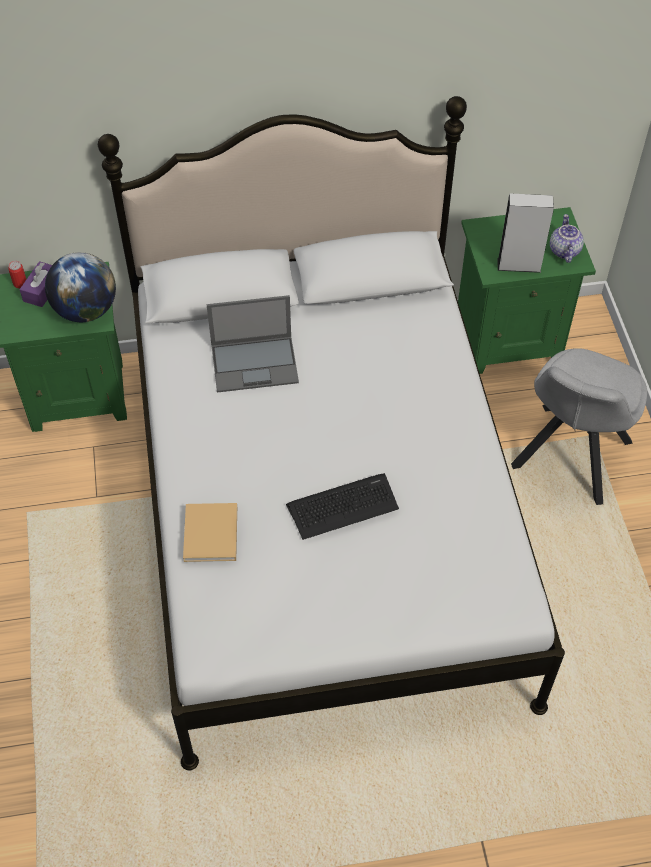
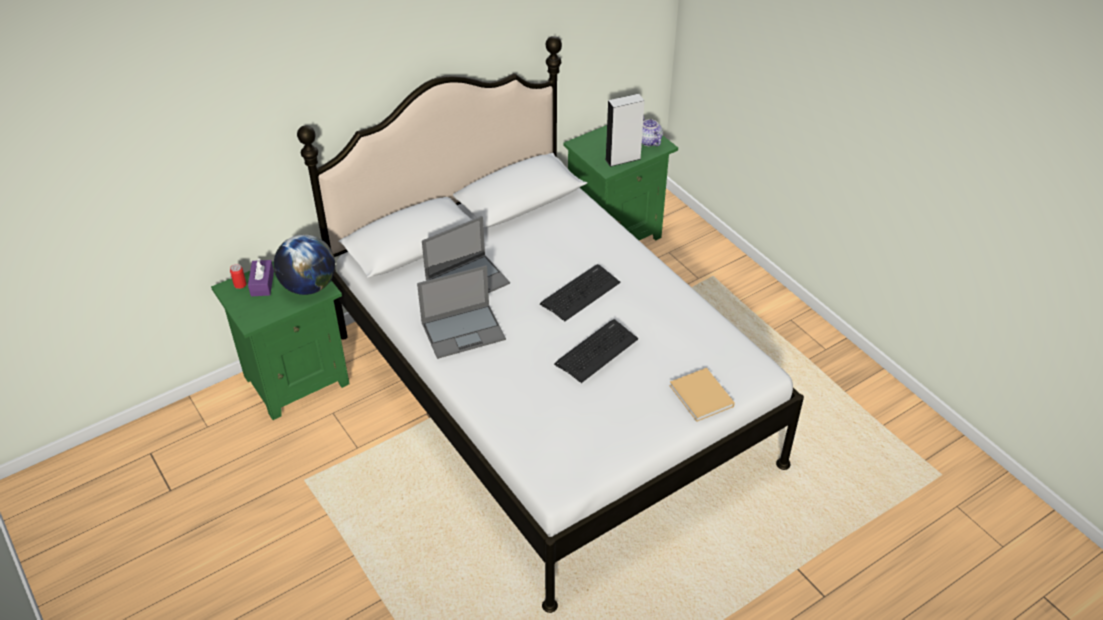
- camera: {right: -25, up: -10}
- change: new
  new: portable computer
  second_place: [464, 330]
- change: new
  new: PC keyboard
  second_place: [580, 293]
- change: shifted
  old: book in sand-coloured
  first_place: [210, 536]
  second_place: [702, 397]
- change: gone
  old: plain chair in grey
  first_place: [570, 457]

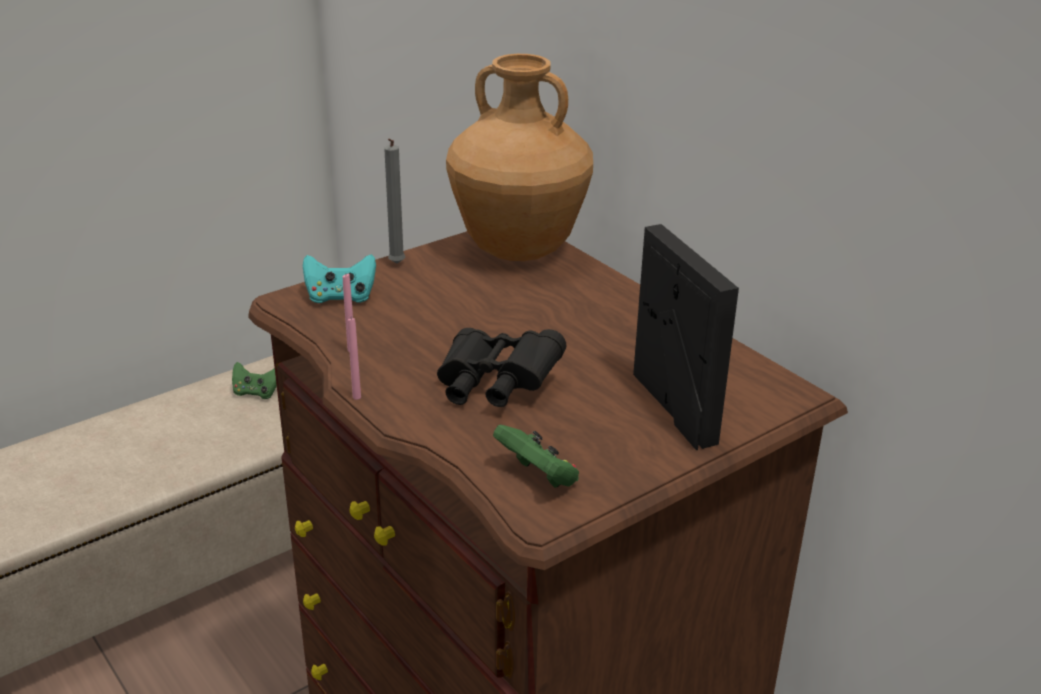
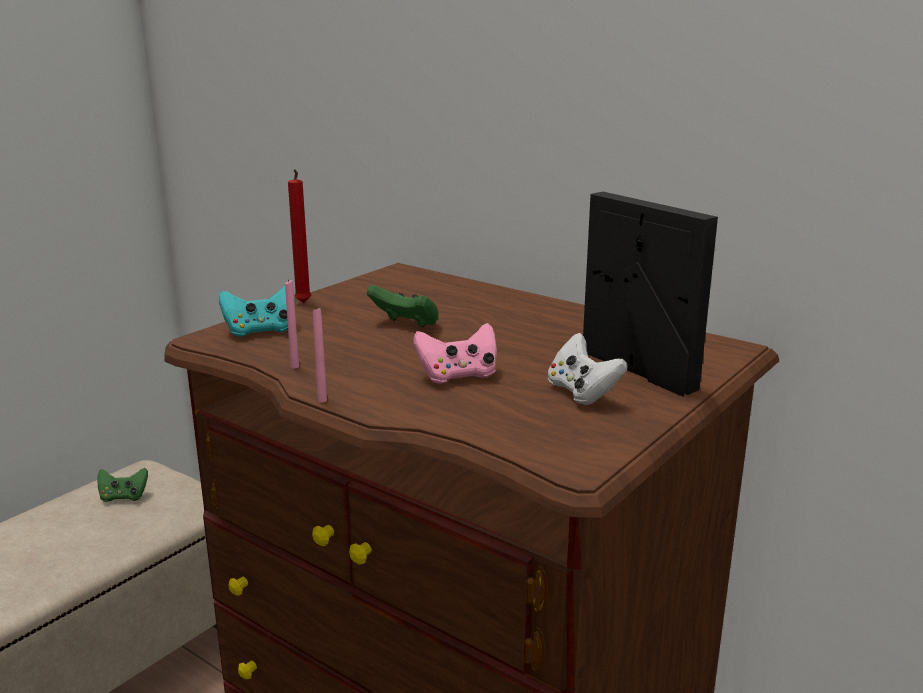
- camera: {right: -15, up: -10}
- change: repainted
  old: candle in grey
  new: candle in red-coloured
  first_place: [396, 265]
  second_place: [303, 304]
- change: shifted
  old: joypad in green
  first_place: [538, 477]
  second_place: [406, 324]
- change: swapped
  old: pair of binoculars in blackish
  new: joypad in pinkish
  first_place: [494, 386]
  second_place: [458, 376]
- change: new
  new: joypad in white-coloured
  second_place: [582, 393]
- change: gone
  old: vase in brown
  first_place: [517, 250]

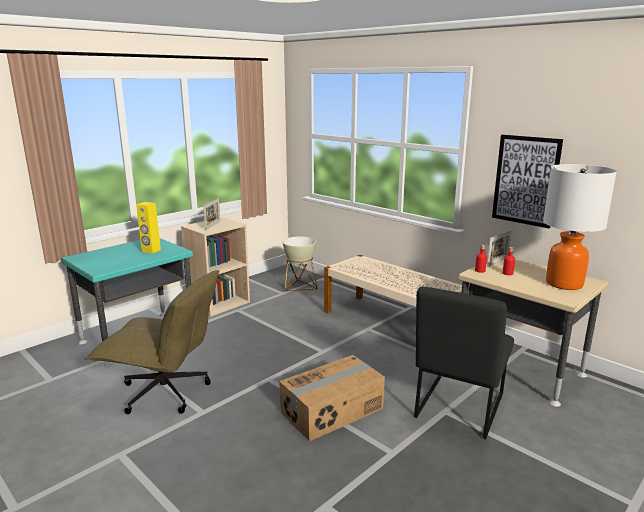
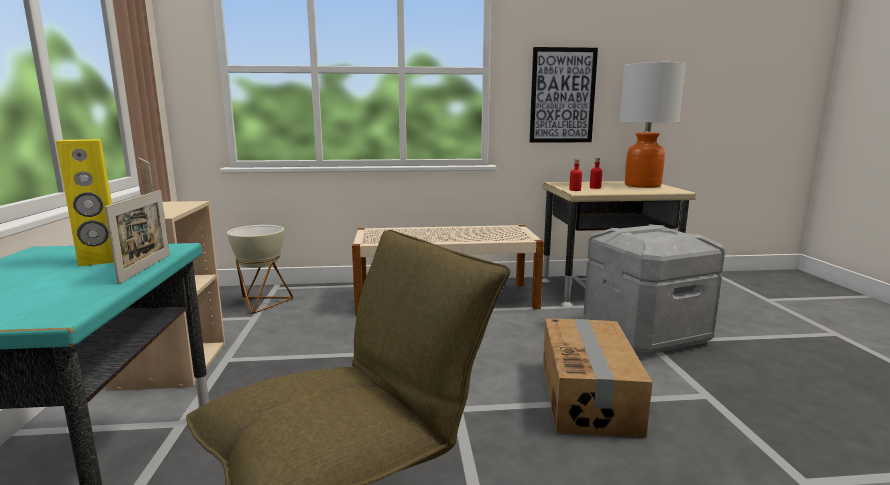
- camera: {right: -50, up: -5}
- change: shifted
  old: photo frame
  first_place: [497, 262]
  second_place: [146, 268]
- change: swapped
  old: plain chair in blackish
  new: storage container in grey
  first_place: [458, 406]
  second_place: [644, 333]

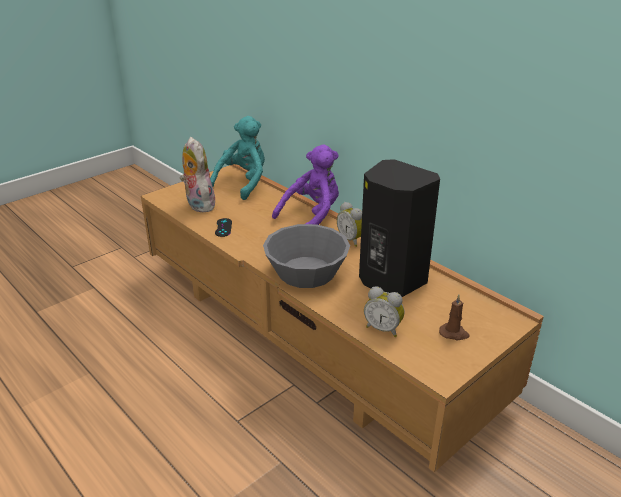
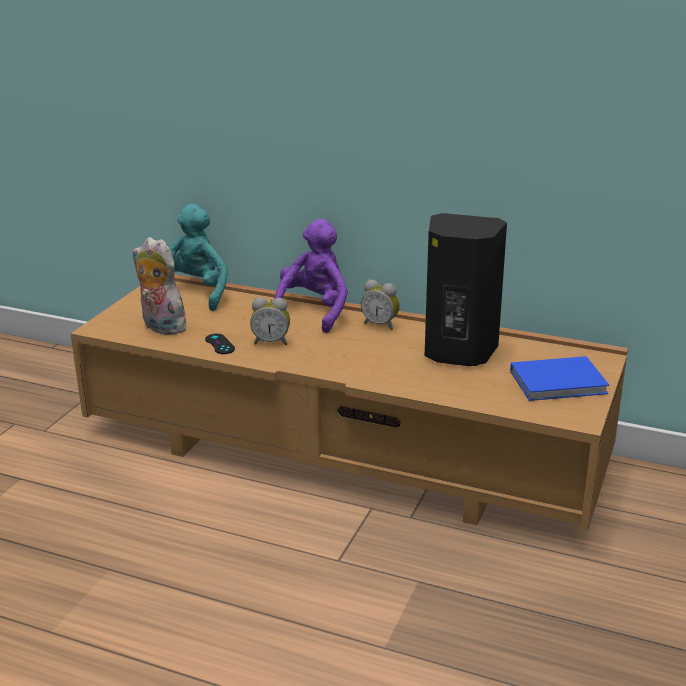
- camera: {right: -25, up: -5}
- change: shifted
  old: table clock
  first_place: [383, 329]
  second_place: [271, 342]
- change: swapped
  old: candle in brown
  new: book in blue
  first_place: [454, 333]
  second_place: [560, 383]
- change: gone
  old: bowl in grey
  first_place: [307, 271]

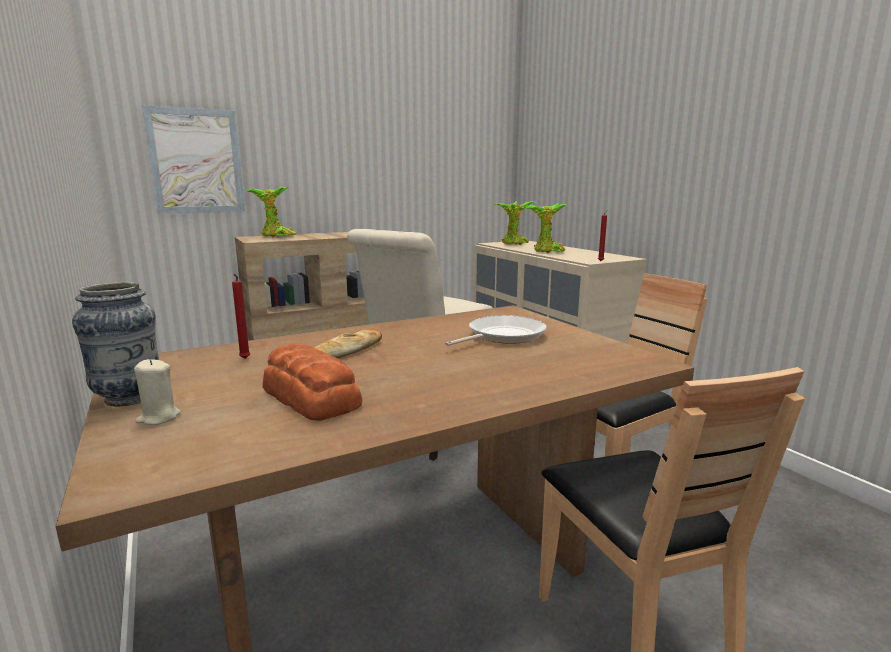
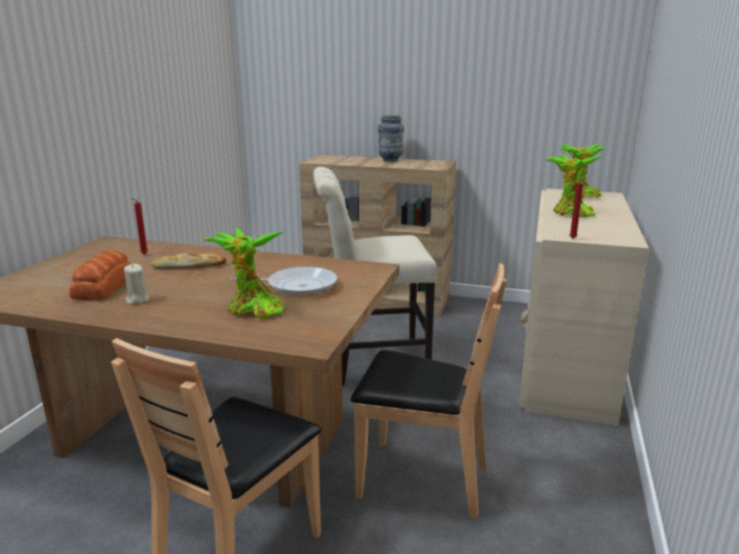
- camera: {right: 45, up: 5}
- change: shifted
  old: candle in sand-coloured
  first_place: [158, 418]
  second_place: [137, 300]
- change: shifted
  old: plant in a pot
  first_place: [276, 236]
  second_place: [252, 310]
- change: shifted
  old: vase
  first_place: [129, 398]
  second_place: [390, 160]
- change: gone
  old: wall picture
  first_place: [196, 161]

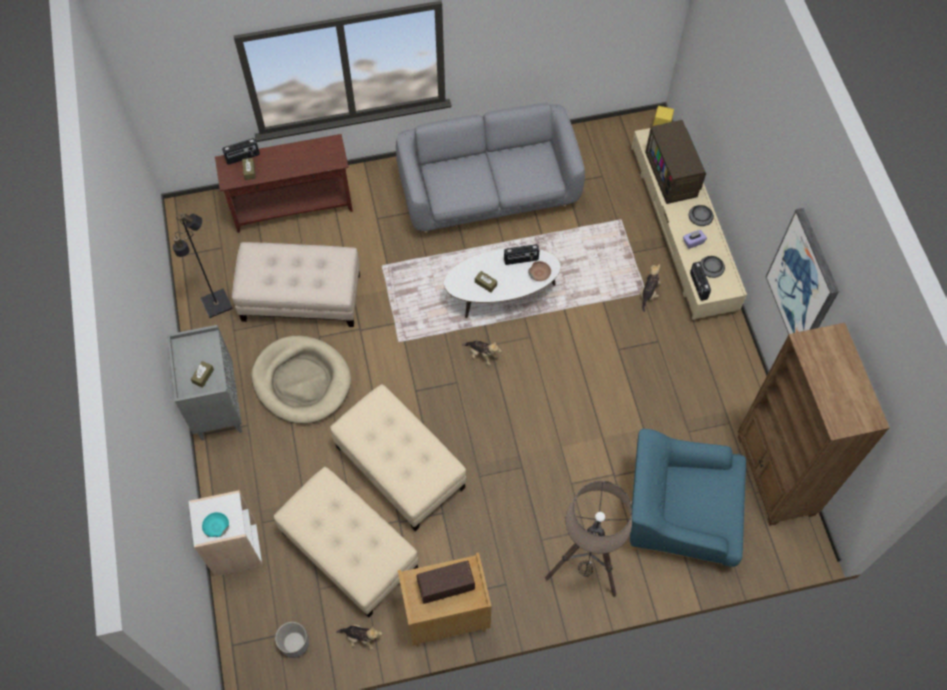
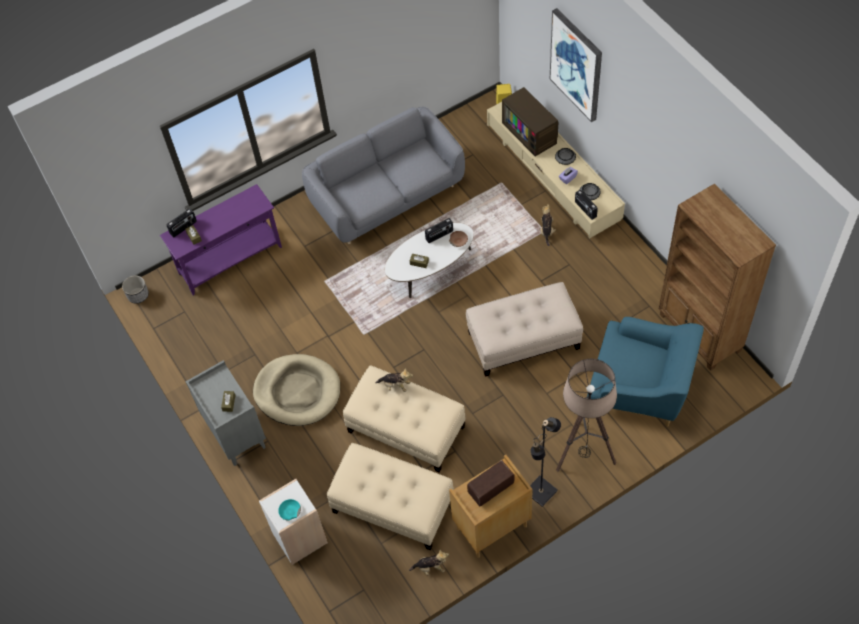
- camera: {right: -15, up: -5}
- change: shifted
  old: planter
  first_place: [294, 643]
  second_place: [138, 295]
- change: repainted
  old: hall table in brown
  new: hall table in purple
  first_place: [293, 206]
  second_place: [230, 259]
- change: shifted
  old: cuddly toy
  first_place: [481, 355]
  second_place: [395, 385]
- change: shifted
  old: ottoman in sand-coloured
  first_place: [301, 298]
  second_place: [523, 340]
- change: shifted
  old: standing lamp in blackish
  first_place: [216, 303]
  second_place: [540, 491]
- change: shifted
  old: wall picture
  first_place: [803, 282]
  second_place: [577, 64]
- change: rotated
  old: easy chair in blue
  first_place: [680, 514]
  second_place: [640, 386]
  degrees: -150

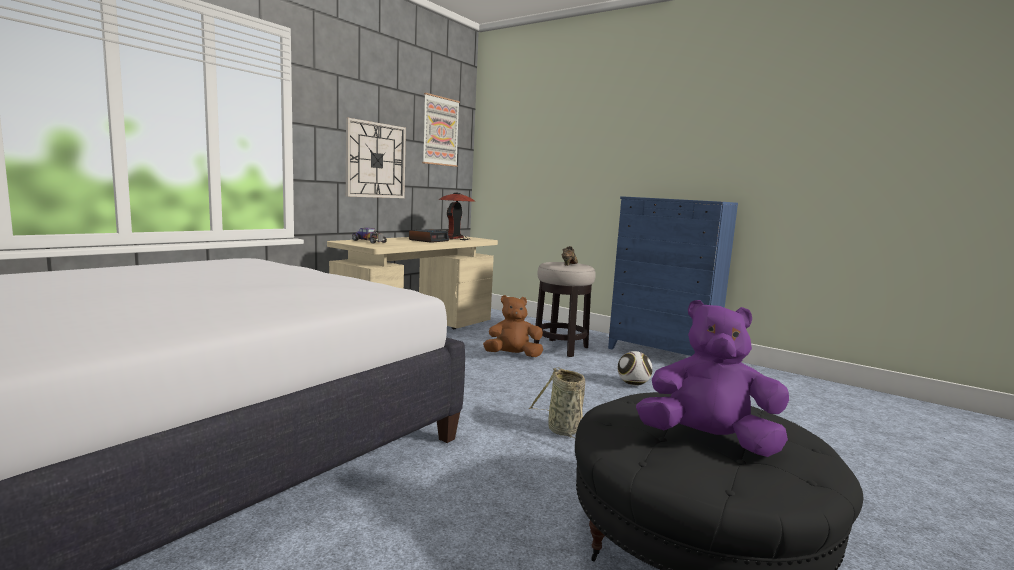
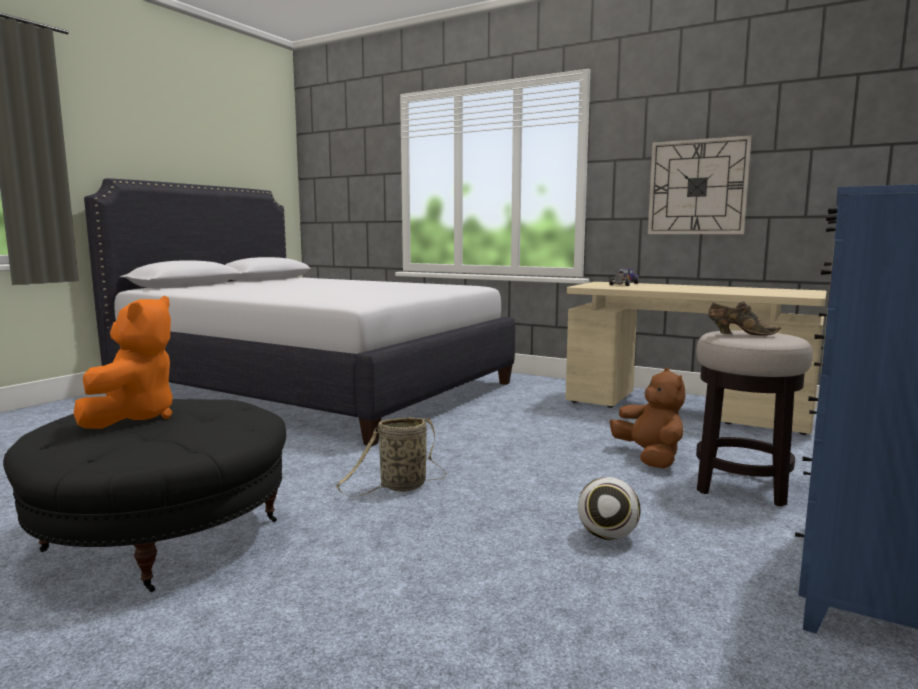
- camera: {right: 85, up: 0}
- change: repainted
  old: cuddly toy in purple
  new: cuddly toy in orange
  first_place: [708, 441]
  second_place: [134, 417]
- change: gone
  old: table clock
  first_place: [429, 240]
- change: gone
  old: wall picture
  first_place: [440, 131]
- change: gone
  old: table lamp
  first_place: [452, 238]

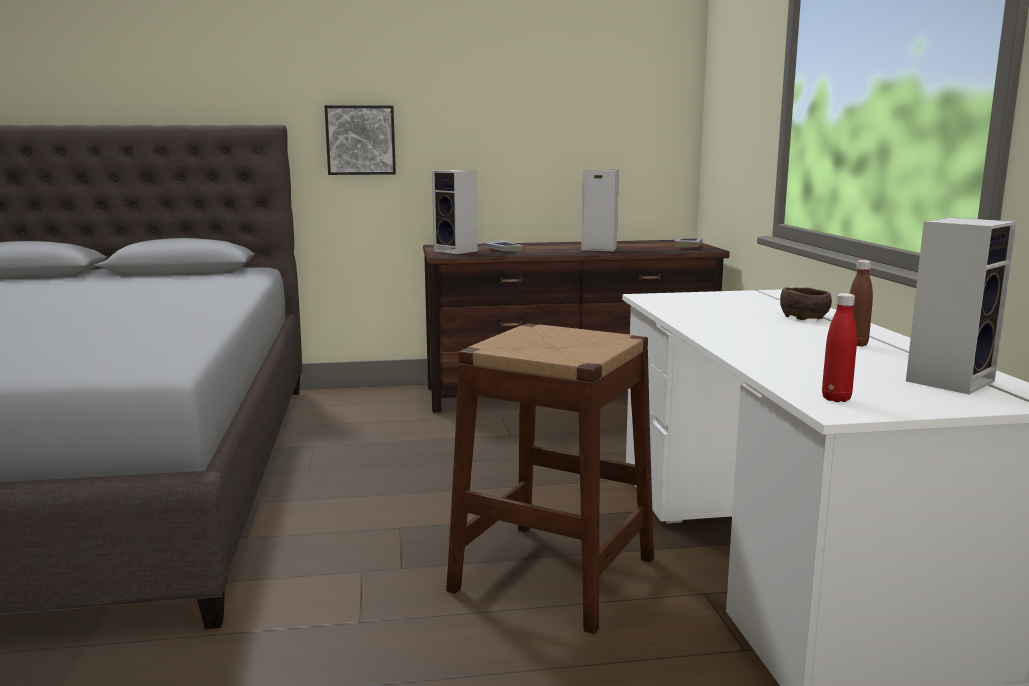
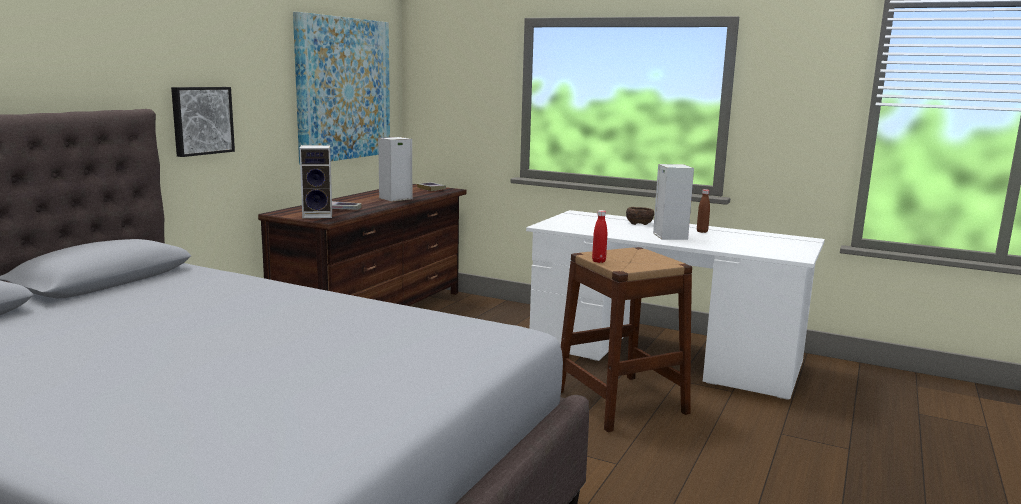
- camera: {right: -55, up: 0}
- change: new
  new: wall picture
  second_place: [344, 89]
- change: shifted
  old: drink bottle in red-coloured
  first_place: [836, 399]
  second_place: [598, 261]
- change: shifted
  old: audio speaker
  first_place: [949, 380]
  second_place: [669, 236]

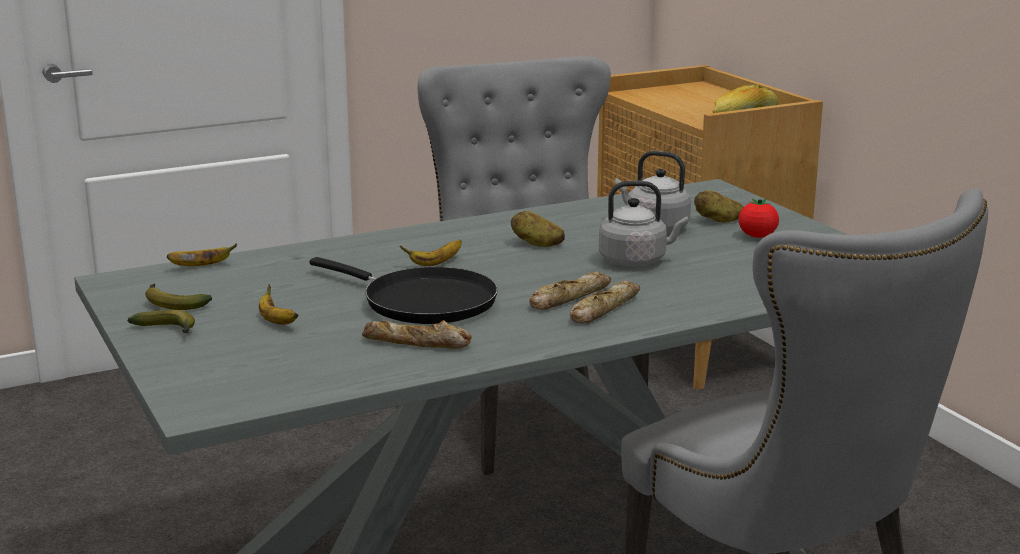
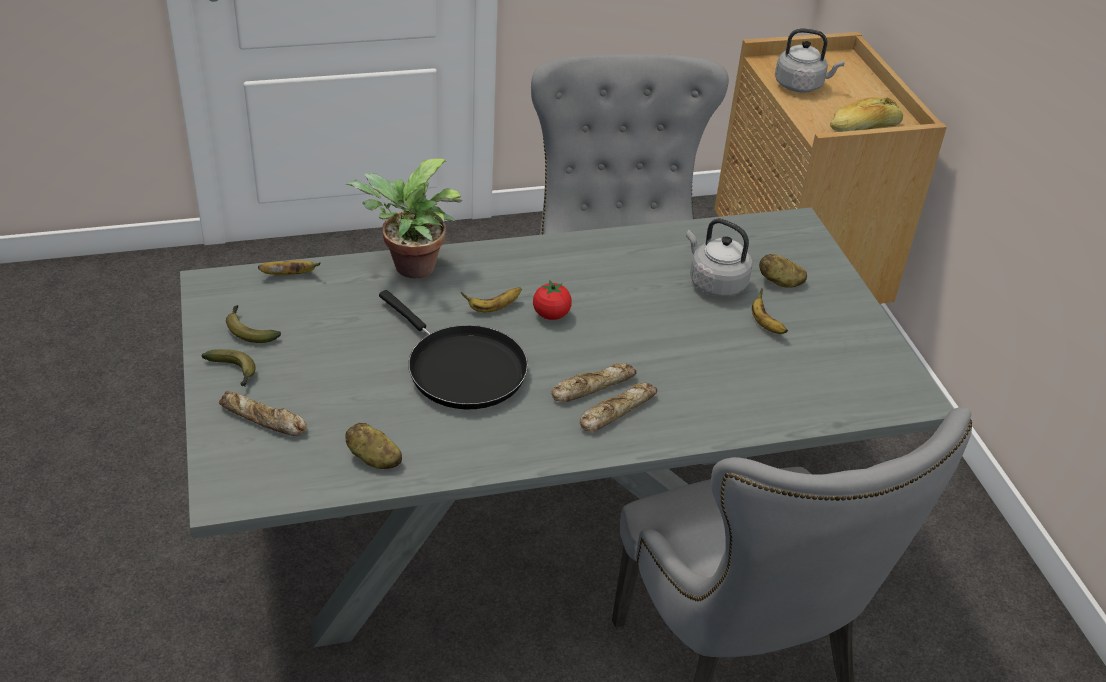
- camera: {right: 10, up: 20}
- change: shifted
  old: bakery bread
  first_place: [417, 343]
  second_place: [263, 419]
- change: shifted
  old: potato
  first_place: [537, 244]
  second_place: [373, 459]
- change: new
  new: plant in a pot
  second_place: [409, 268]
- change: shifted
  old: fresh tomato
  first_place: [757, 236]
  second_place: [551, 315]
- change: shifted
  old: banana fruit
  first_place: [276, 321]
  second_place: [765, 324]
- change: shifted
  old: water kettle in grey
  first_place: [636, 260]
  second_place: [801, 86]

